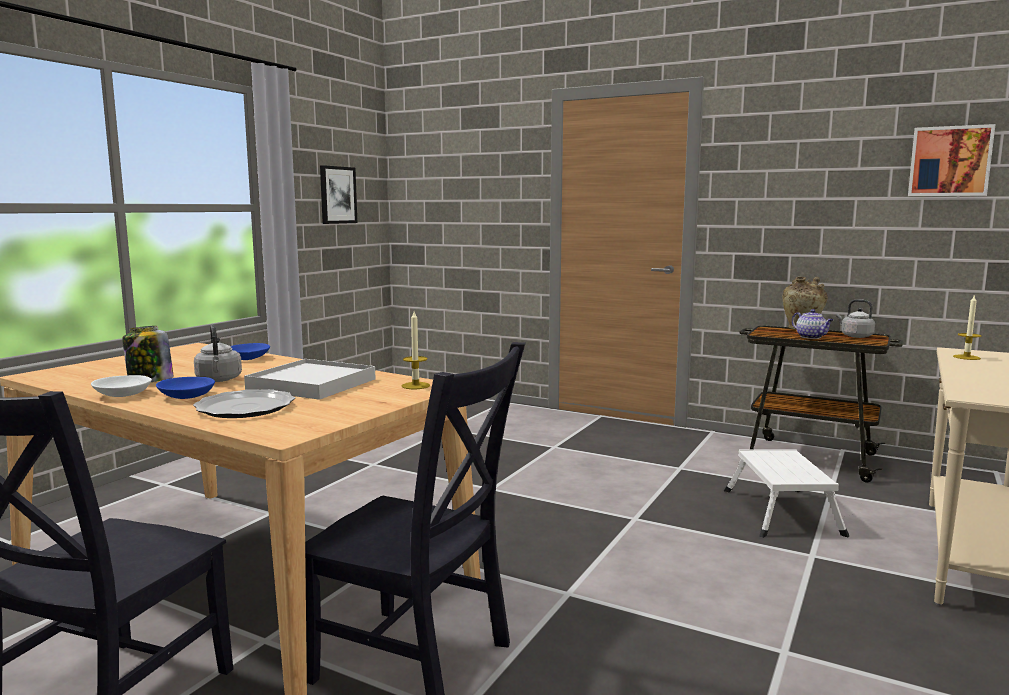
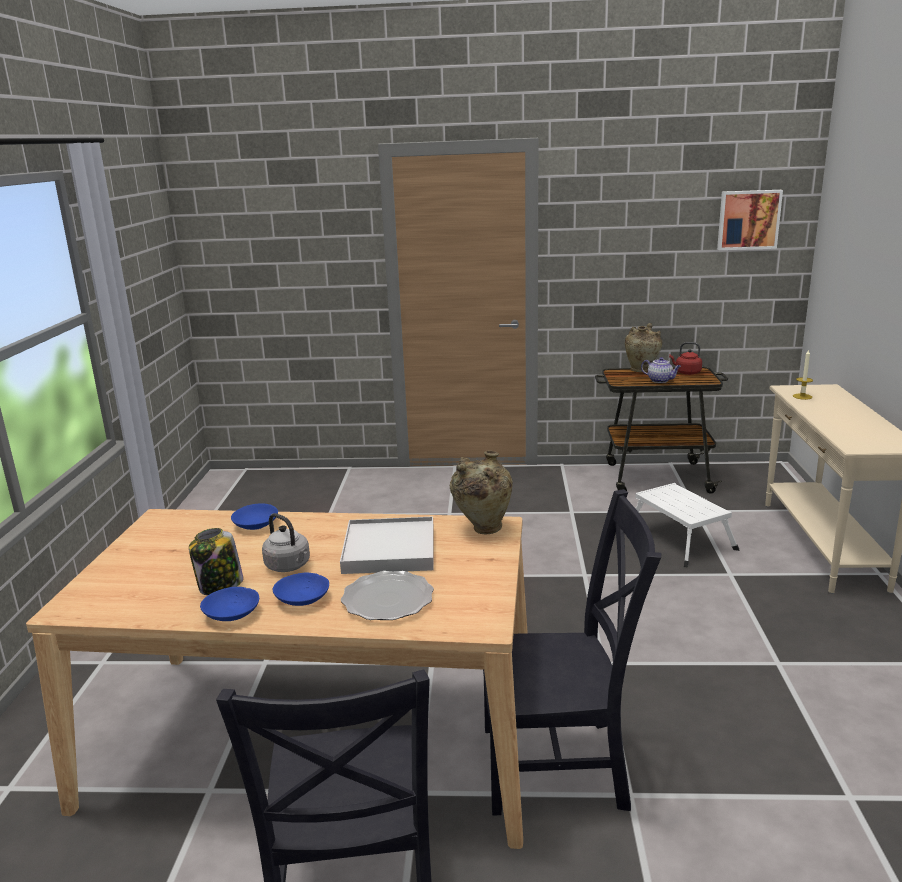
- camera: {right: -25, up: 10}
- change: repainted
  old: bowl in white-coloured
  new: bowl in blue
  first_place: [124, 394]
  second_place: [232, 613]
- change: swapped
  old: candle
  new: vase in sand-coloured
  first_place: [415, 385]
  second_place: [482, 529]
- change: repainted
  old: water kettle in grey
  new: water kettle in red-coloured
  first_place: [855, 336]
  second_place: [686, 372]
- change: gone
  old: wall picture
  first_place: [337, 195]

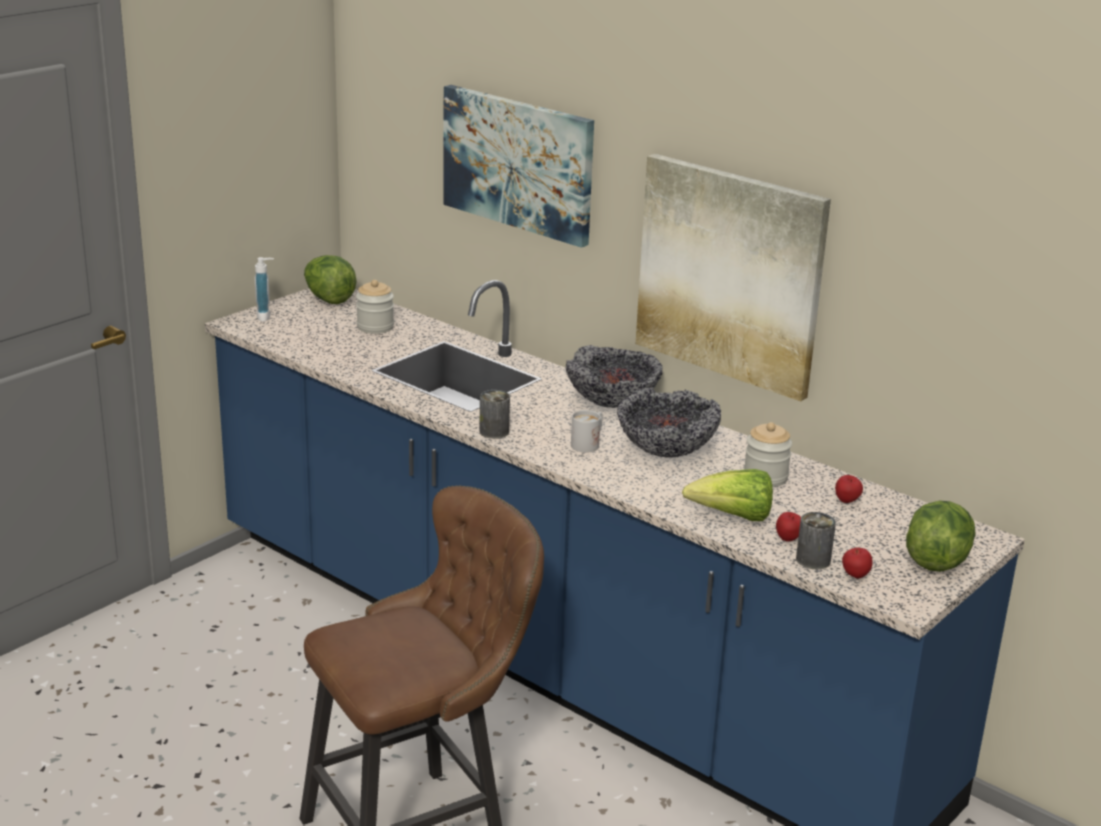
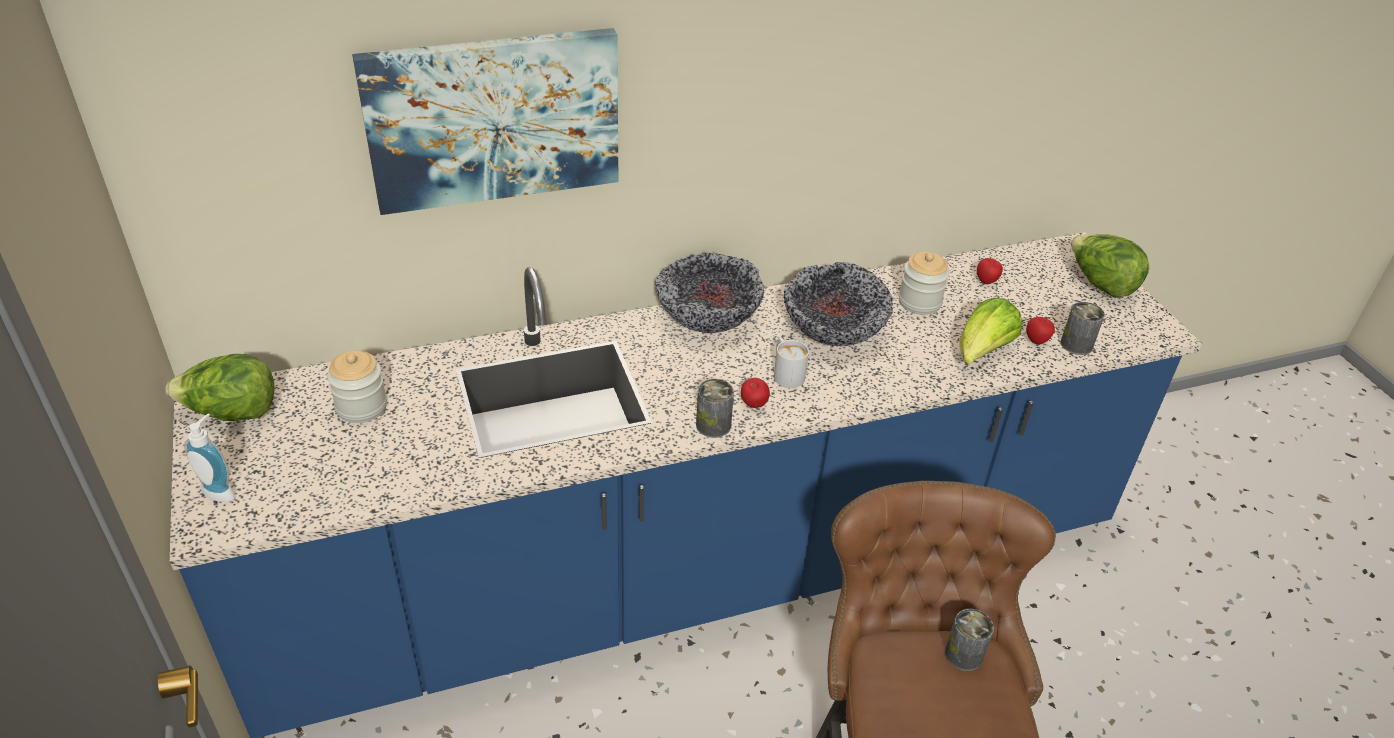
- camera: {right: -60, up: 15}
- change: shifted
  old: whole apple
  first_place: [855, 576]
  second_place: [753, 405]
- change: new
  new: metal can
  second_place: [963, 654]
- change: gone
  old: wall picture
  first_place: [730, 274]

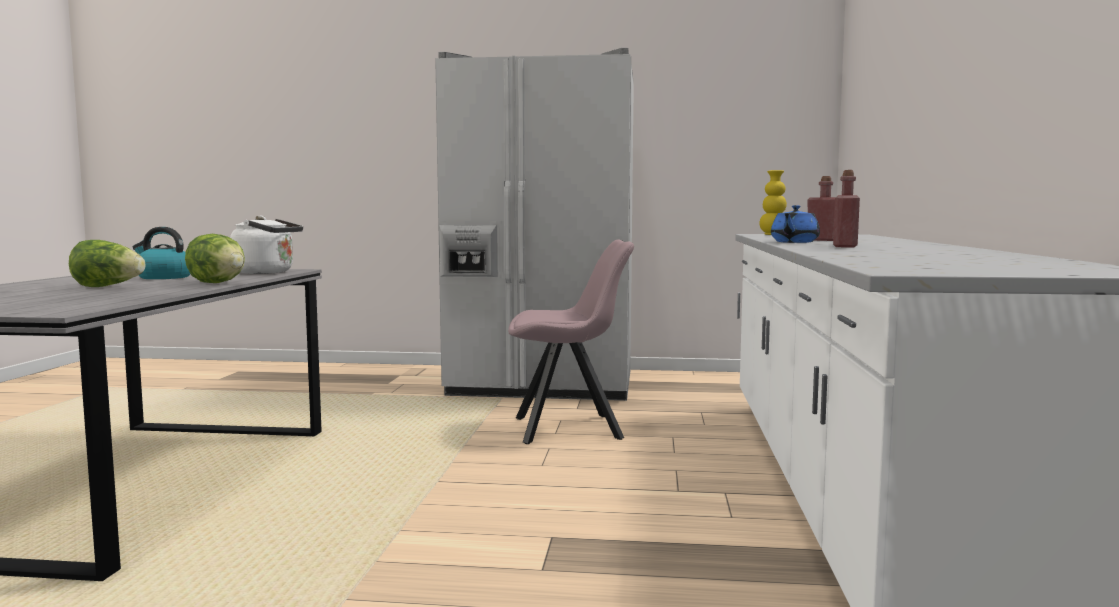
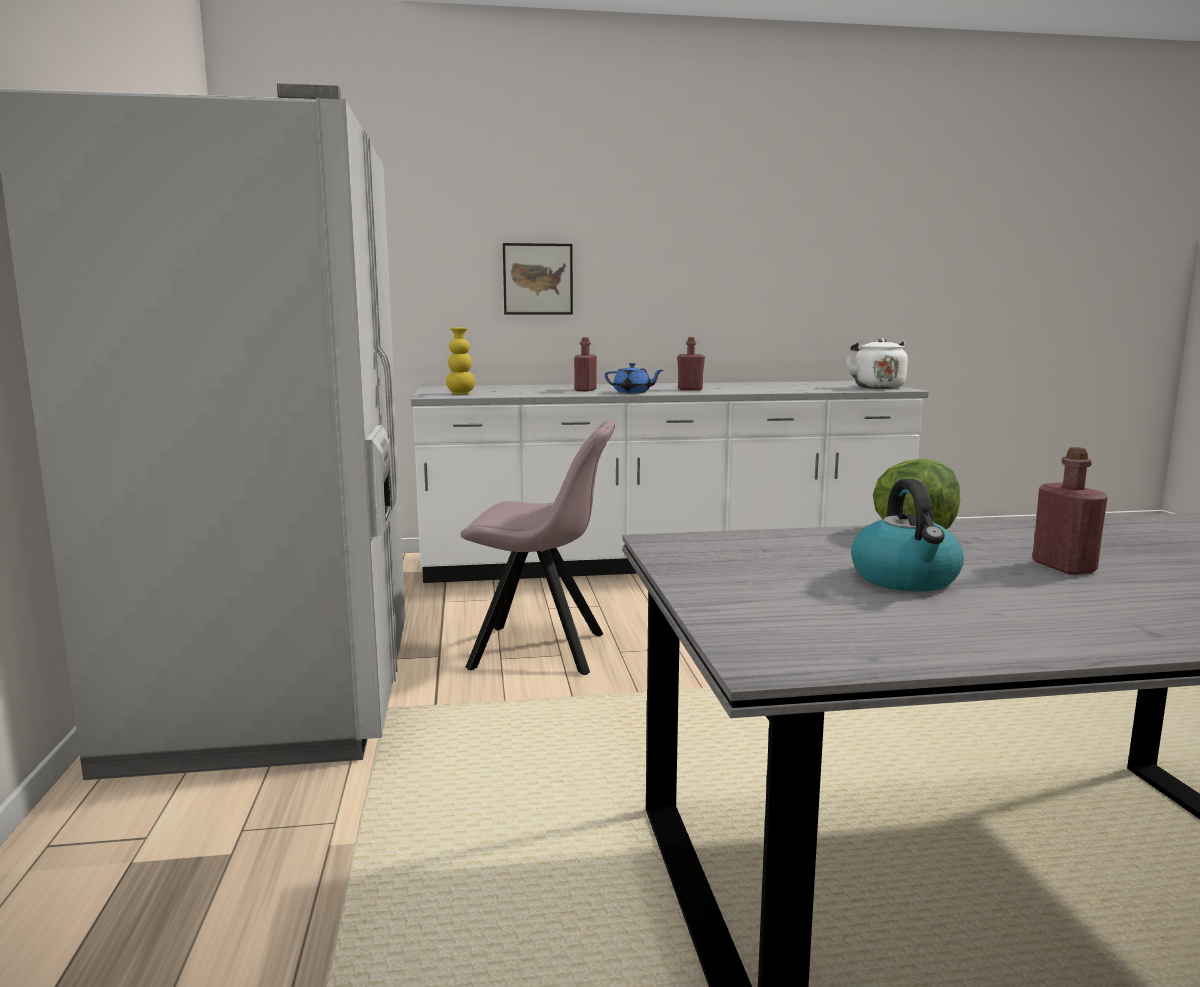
- camera: {right: -105, up: 5}
- change: rotated
  old: plain chair in pinkish
  first_place: [569, 428]
  second_place: [539, 650]
  degrees: 120
- change: new
  new: wall picture
  second_place: [538, 279]
- change: shifted
  old: water kettle in white-coloured
  first_place: [267, 272]
  second_place: [877, 387]
- change: swapped
  old: lettuce
  new: drink bottle in red-coloured
  first_place: [108, 286]
  second_place: [1063, 567]

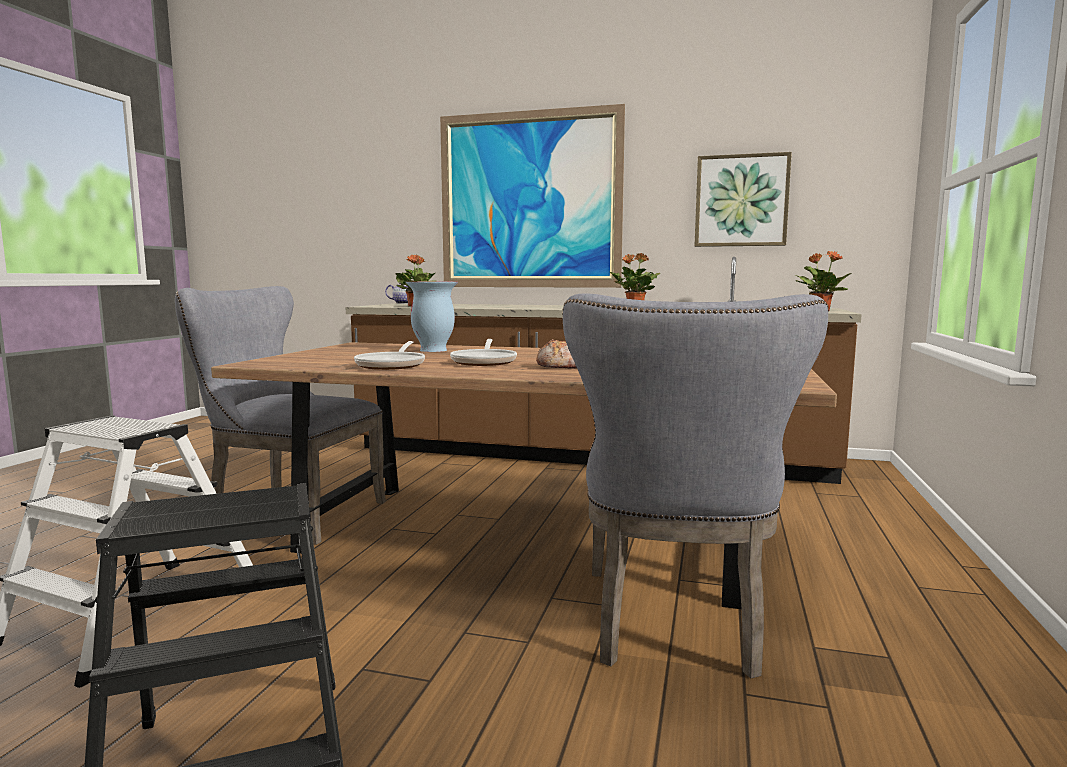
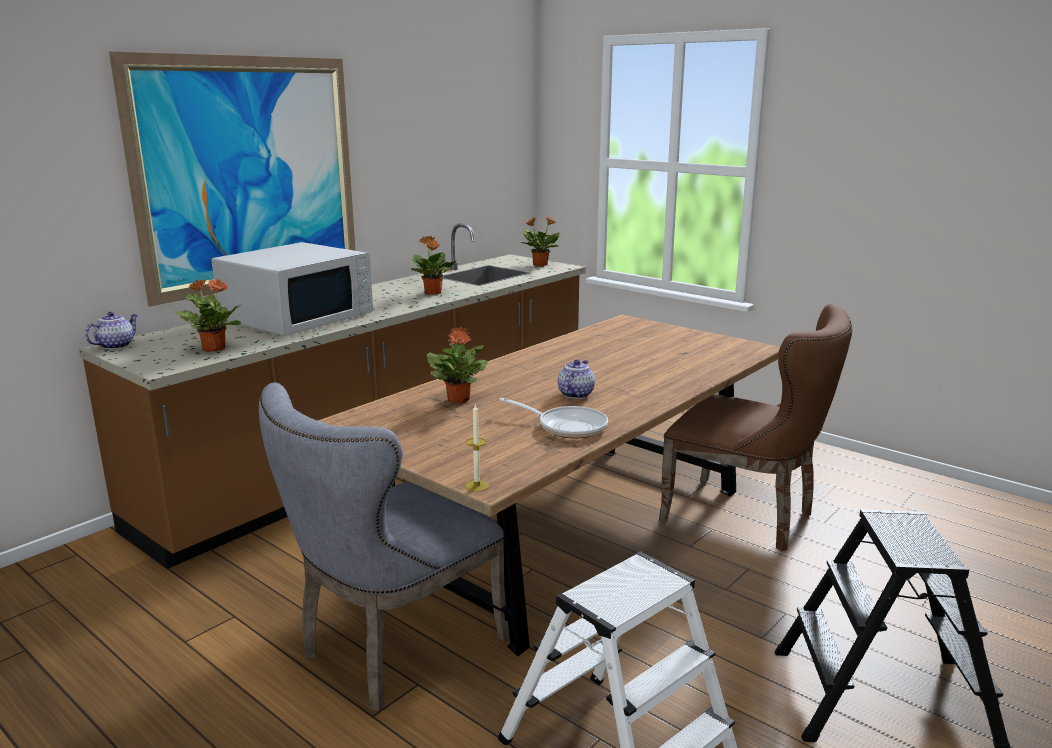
- camera: {right: -65, up: 10}
- change: new
  new: microwave oven in white-coloured
  second_place: [299, 317]
- change: swapped
  old: vase
  new: plant in a pot
  first_place: [433, 350]
  second_place: [459, 399]
- change: new
  new: candle
  second_place: [477, 486]
- change: swapped
  old: frying pan
  new: pot for tea
  first_place: [484, 362]
  second_place: [575, 394]
- change: repainted
  old: plain chair in grey
  new: plain chair in brown
  first_place: [674, 626]
  second_place: [748, 517]
- change: gone
  old: bakery bread
  first_place: [561, 366]
- change: gone
  old: wall picture
  first_place: [741, 201]

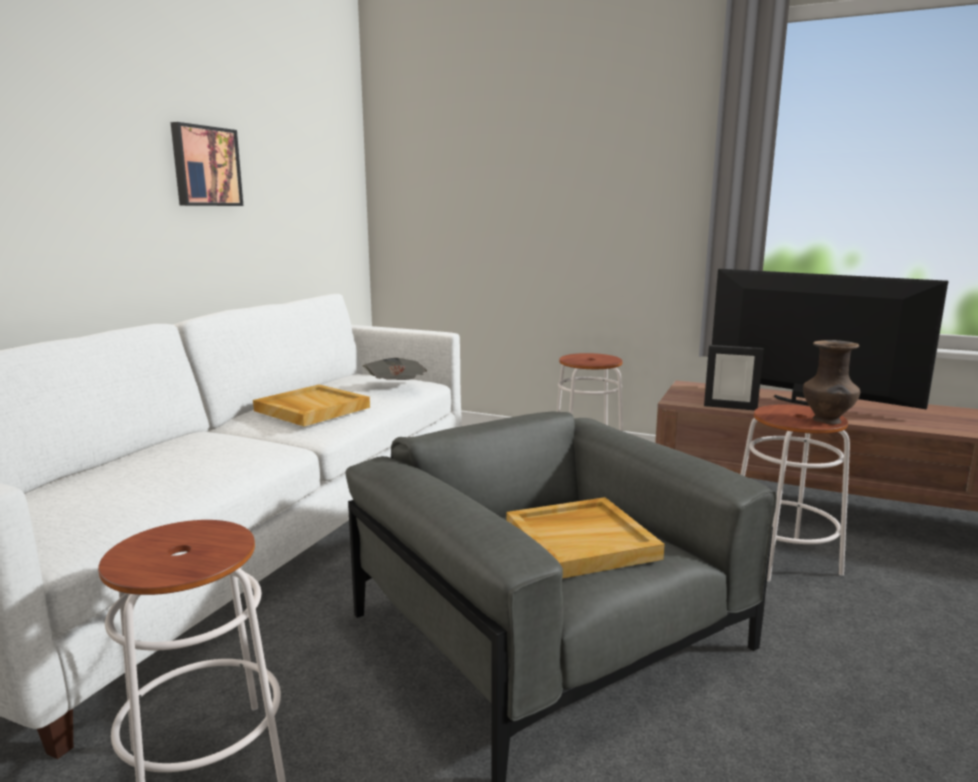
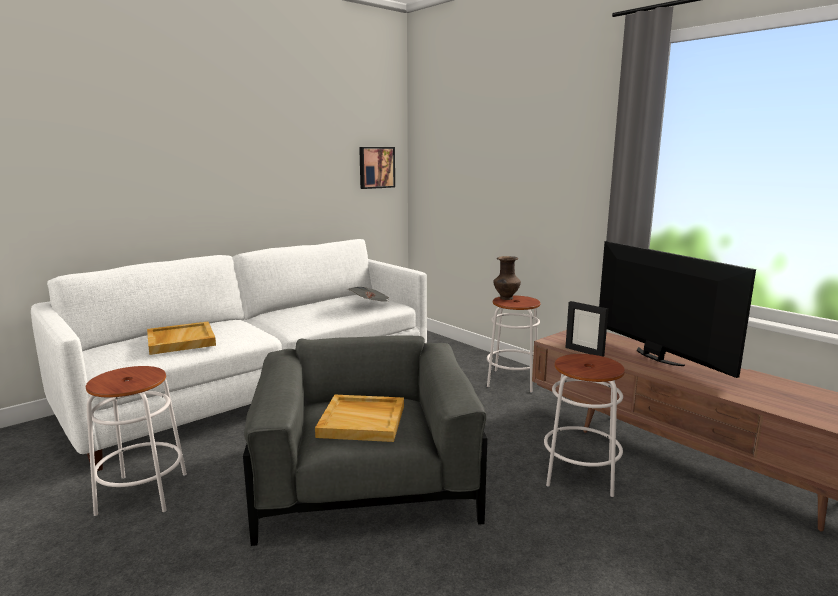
- camera: {right: 25, up: 0}
- change: shifted
  old: carrying tray in sand-coloured
  first_place: [311, 409]
  second_place: [180, 340]
- change: shifted
  old: wall picture
  first_place: [205, 166]
  second_place: [376, 167]
- change: shifted
  old: vase in brown
  first_place: [827, 421]
  second_place: [506, 298]

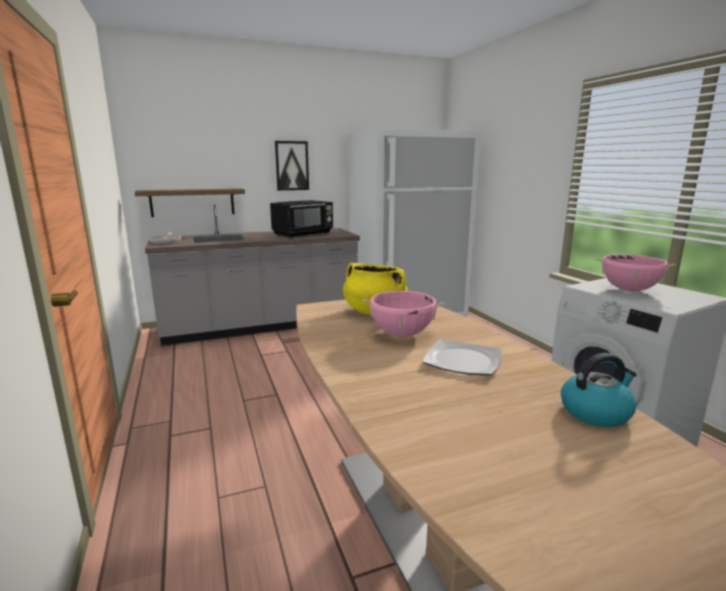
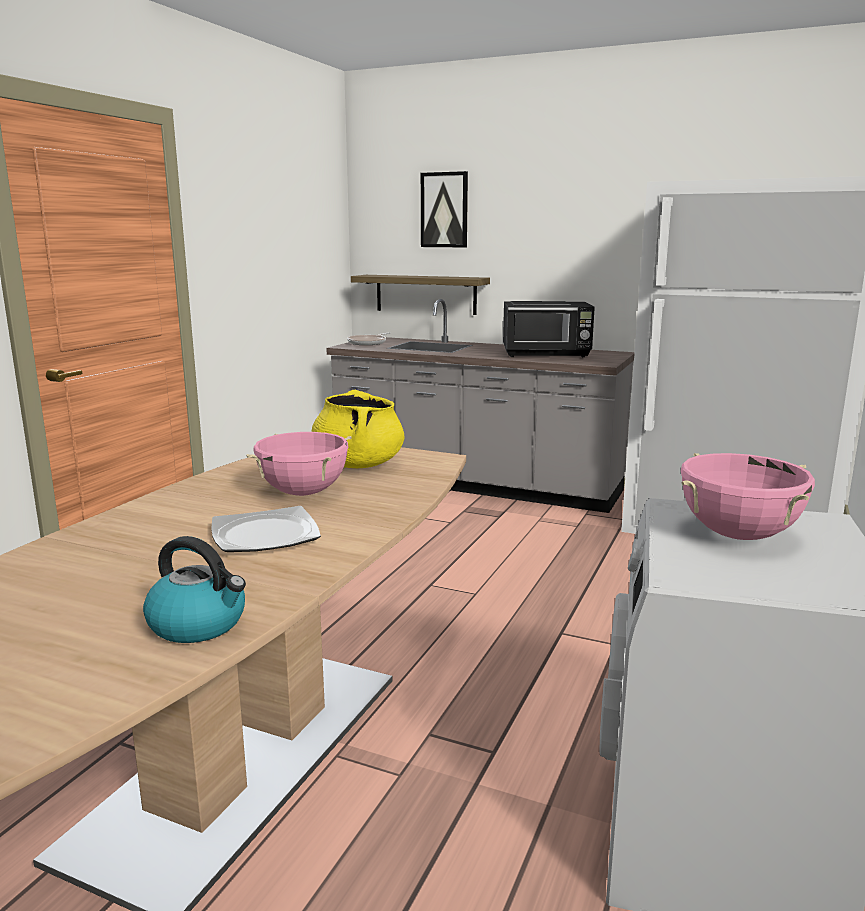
- camera: {right: 45, up: 0}
- change: shifted
  old: wall picture
  first_place: [292, 165]
  second_place: [444, 210]

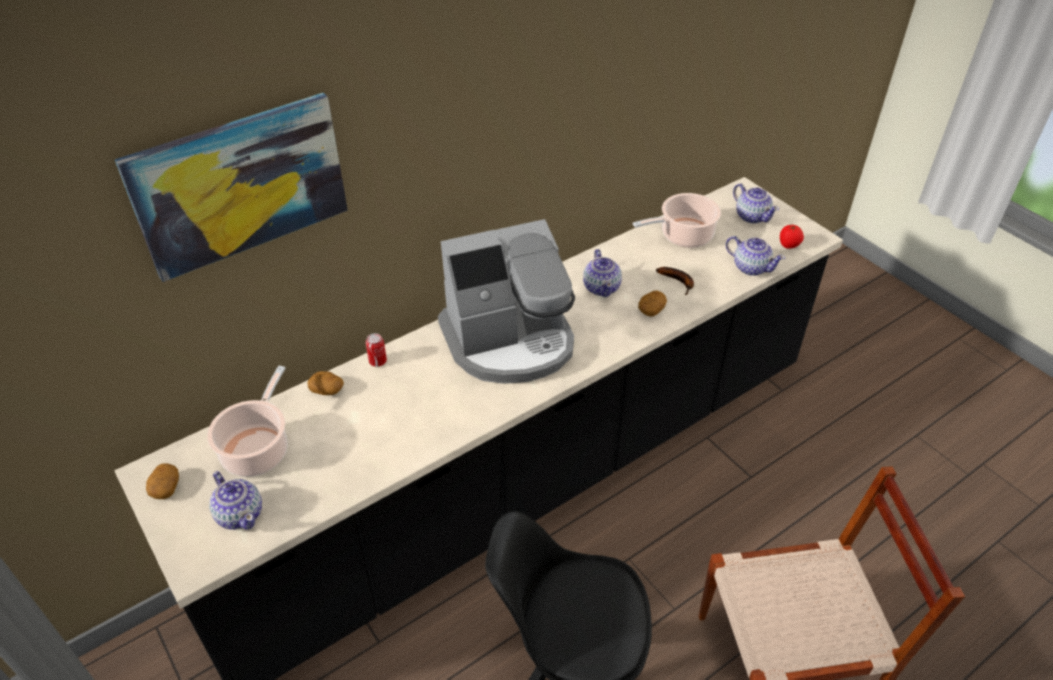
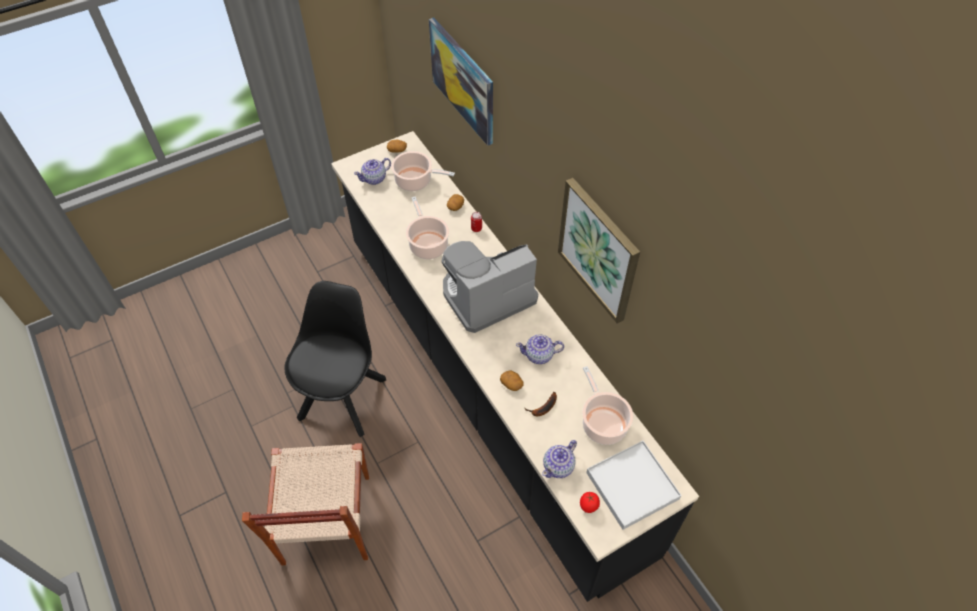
- camera: {right: 95, up: 10}
- change: new
  new: saucepot
  second_place: [427, 244]
- change: rotated
  old: coffee maker
  first_place: [510, 342]
  second_place: [486, 295]
  degrees: 75
- change: new
  new: wall picture
  second_place: [599, 250]
- change: swapped
  old: pot for tea
  new: carrying tray in white-coloured
  first_place: [752, 216]
  second_place: [632, 486]

